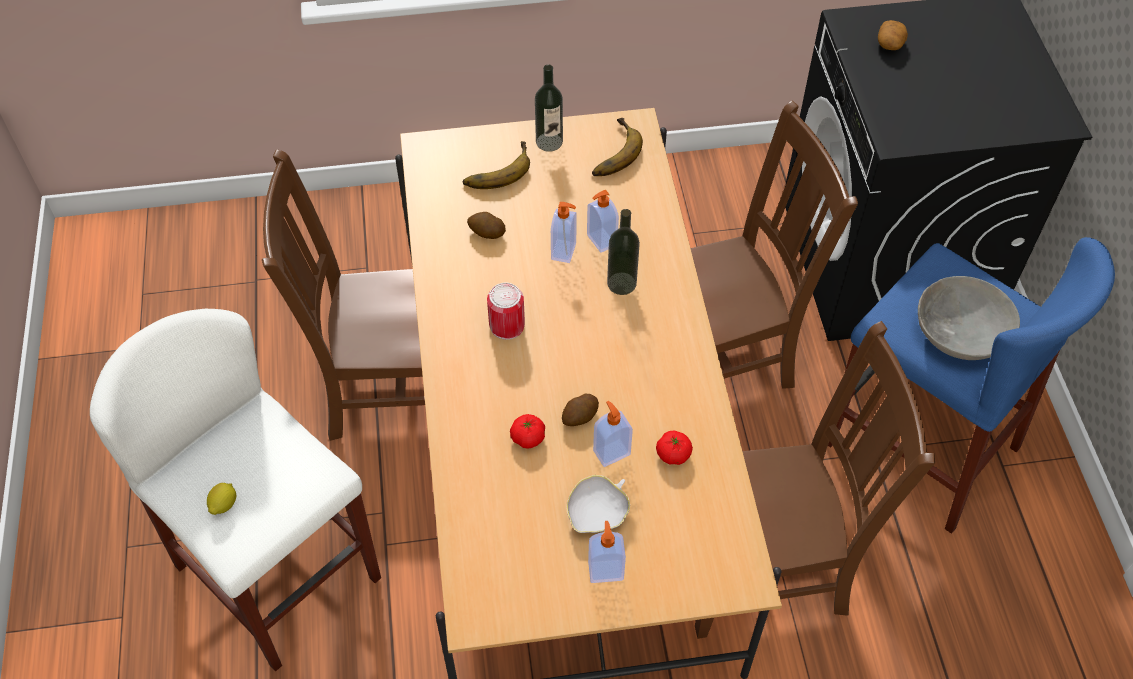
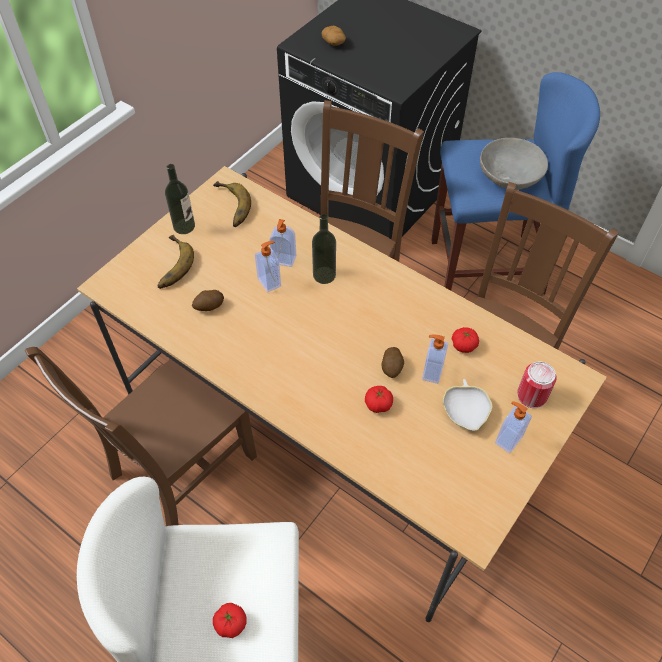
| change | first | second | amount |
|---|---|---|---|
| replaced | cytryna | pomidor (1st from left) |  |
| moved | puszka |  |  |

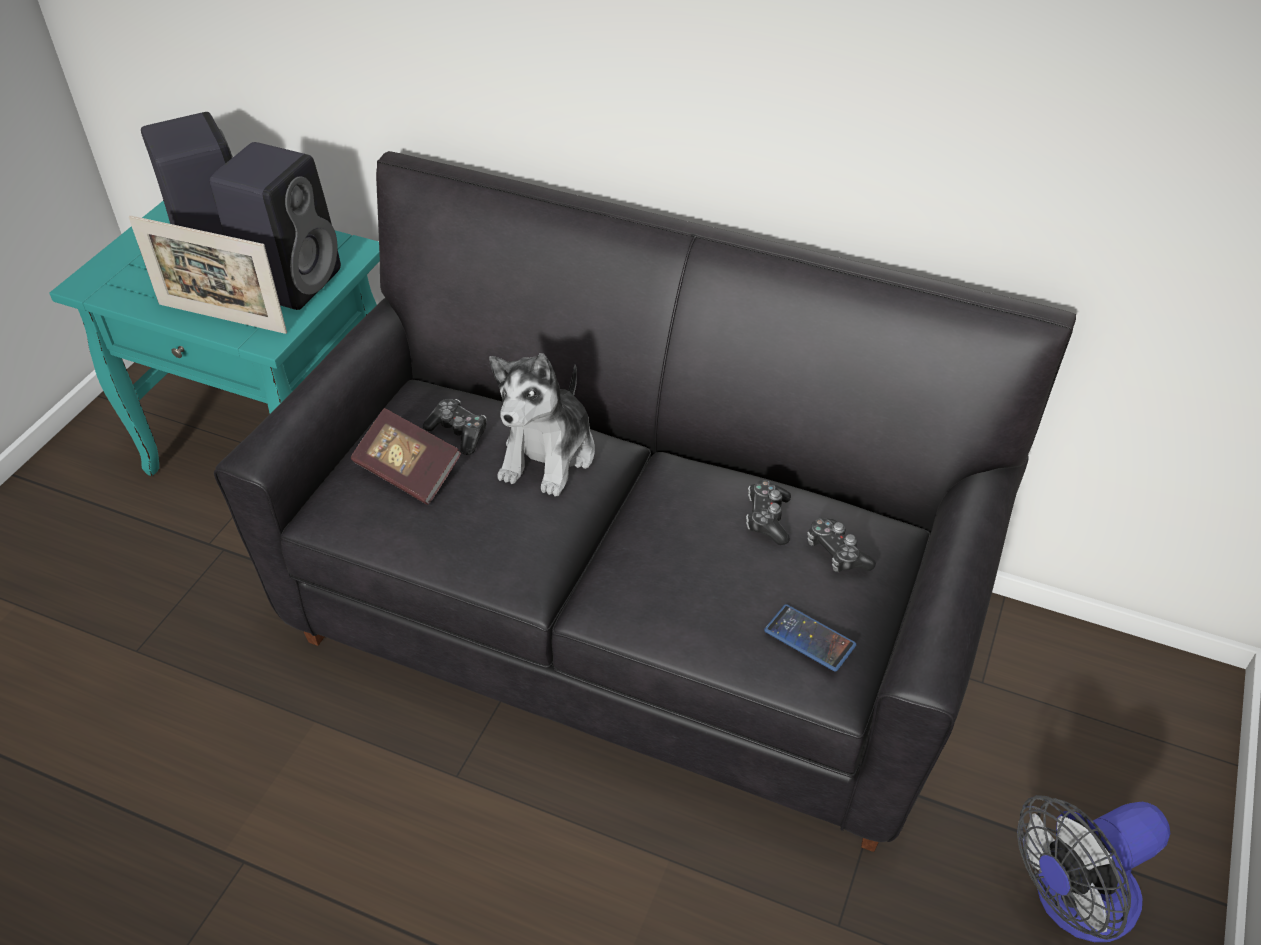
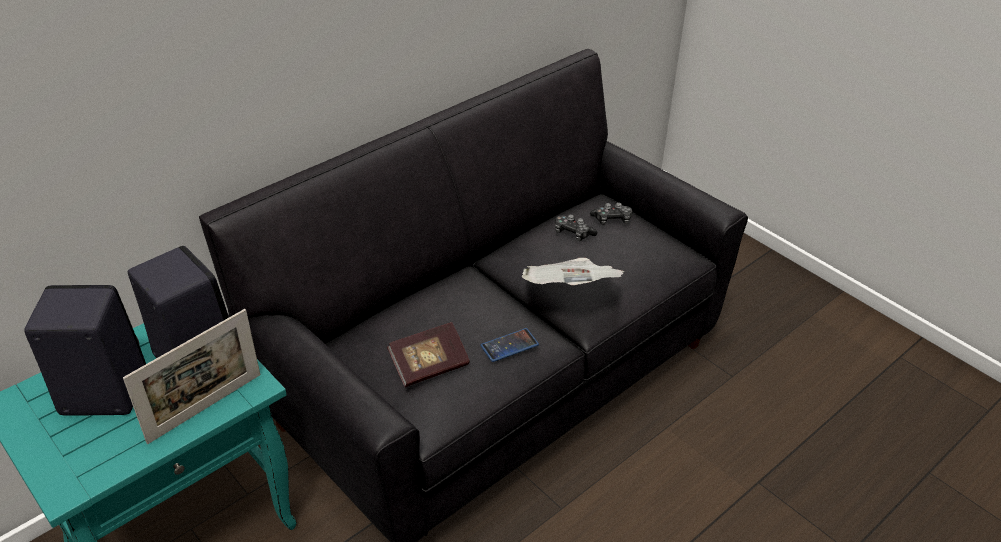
| change | first | second | amount |
|---|---|---|---|
| removed | pad do gier (1st from left) |  |  |
| removed | pluszak |  |  |
| moved | telefon |  |  |
| removed | wentylator |  |  |
| added |  | gazeta |  |

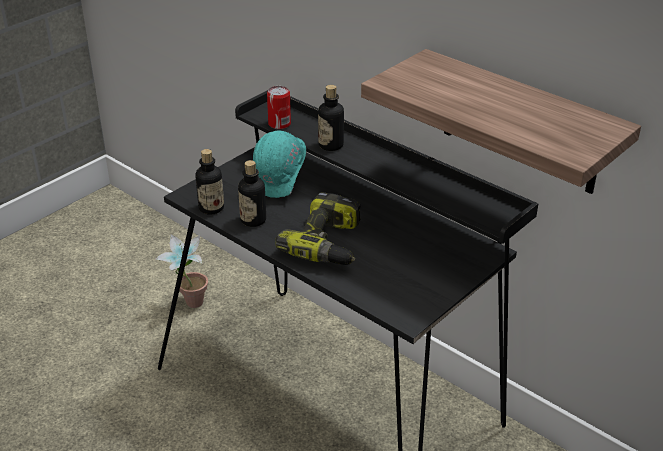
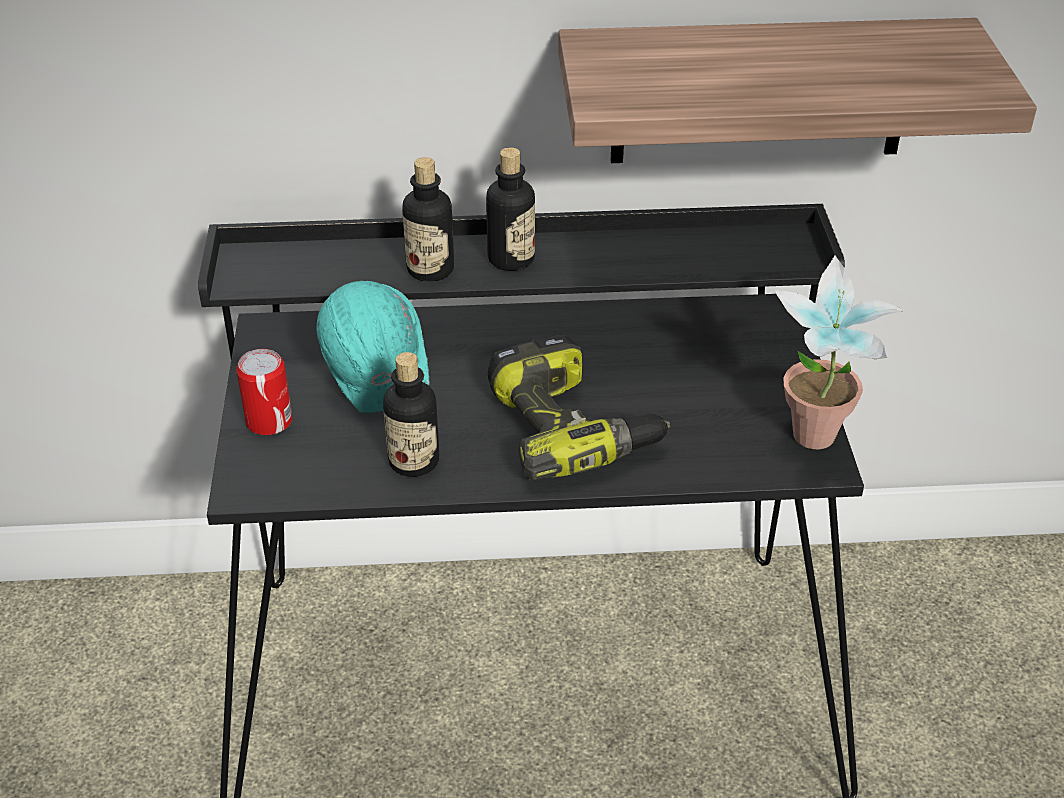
| change | first | second | amount |
|---|---|---|---|
| moved | roślina doniczkowa |  |  |
| moved | butelka (1st from left in the first image) | butelka (3rd from left) |  |
| moved | puszka |  |  |

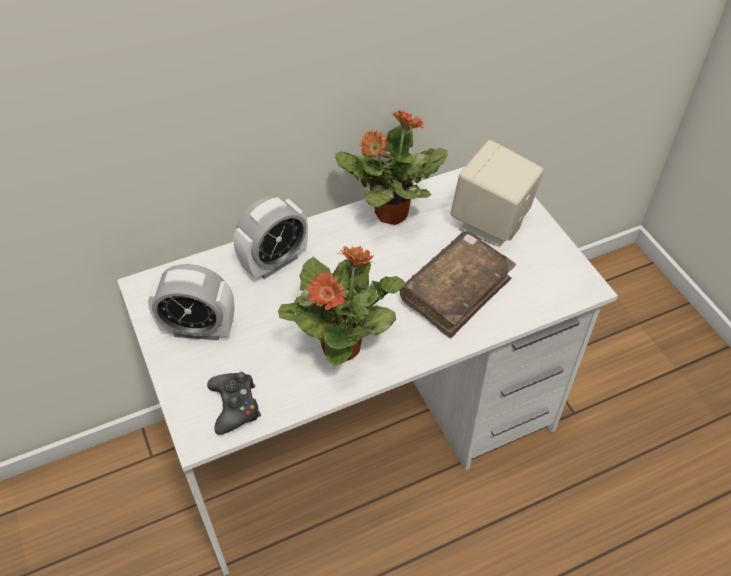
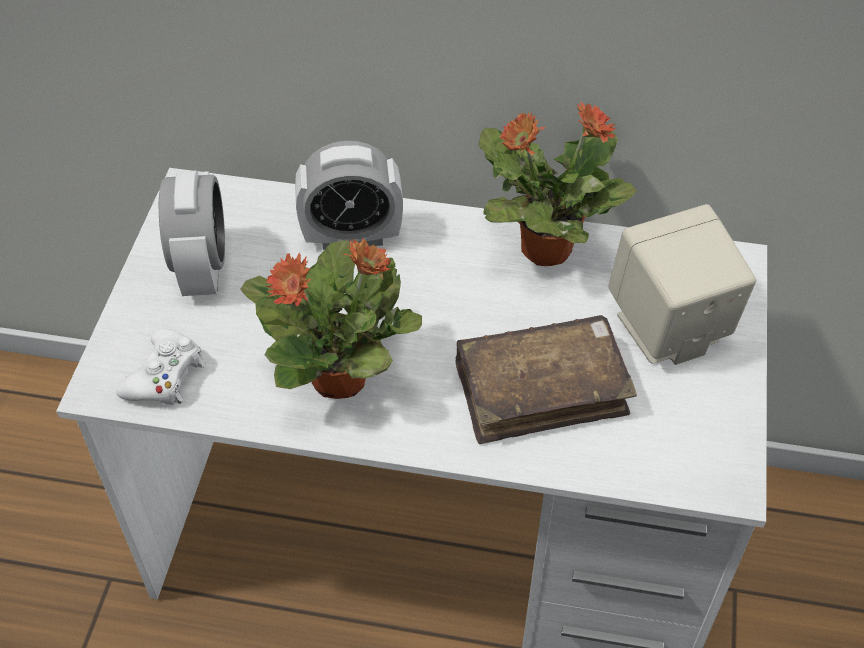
| change | first | second | amount |
|---|---|---|---|
| turned | budzik (1st from left) |  | 135 degrees counterclockwise |
| recoloured | pad do gier (czarny) | pad do gier (biały) |  |

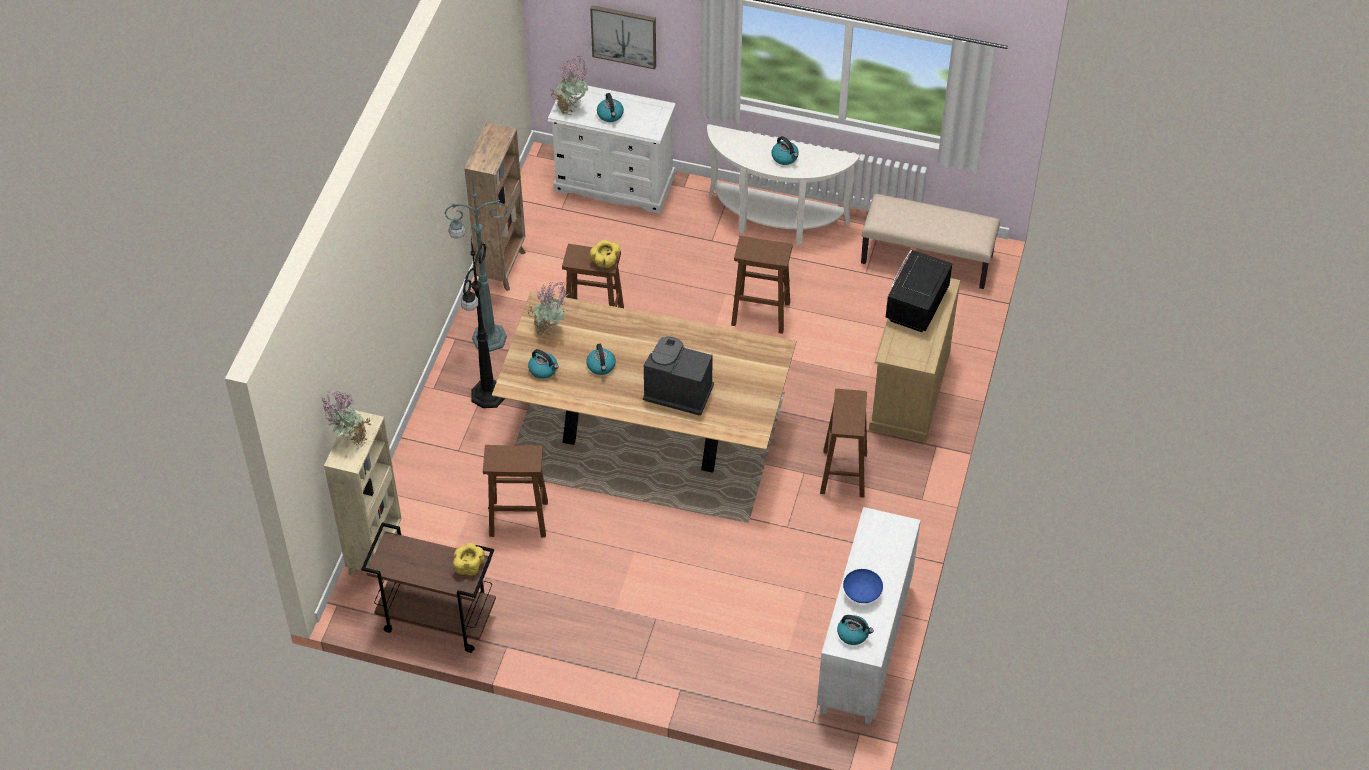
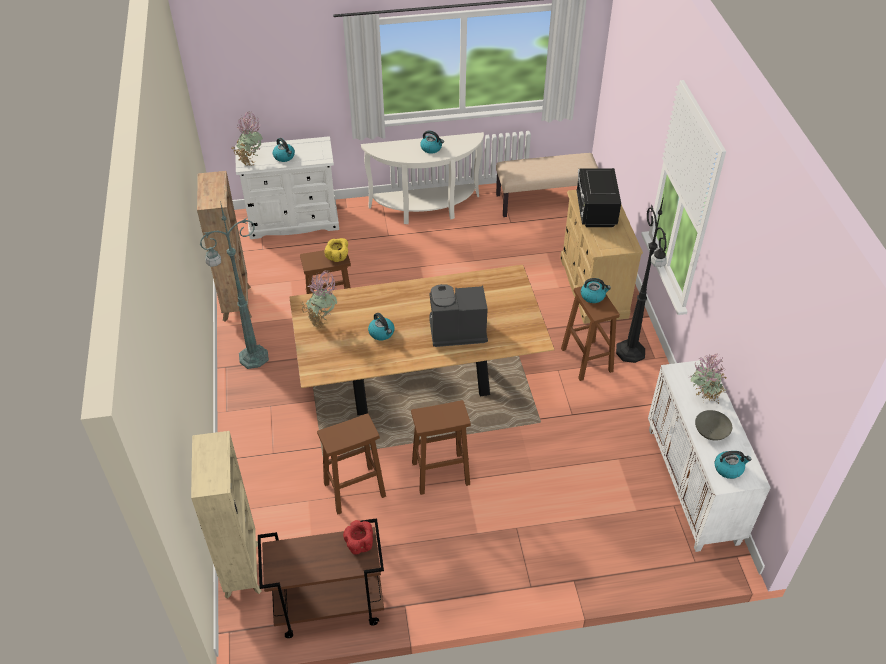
| change | first | second | amount |
|---|---|---|---|
| moved | roślina doniczkowa (1st from left in the first image) | roślina doniczkowa (3rd from left) |  |
| recoloured | miska (żółty) (1st from left) | miska (czerwony) |  |
| moved | lampa stojąca (czarny) |  |  |
| moved | czajnik (1st from left in the first image) | czajnik (4th from left) |  |
| removed | obraz |  |  |
| moved | stołek (brązowy) (3rd from left) |  |  |
| recoloured | miska (niebieski) | miska (szary) |  |

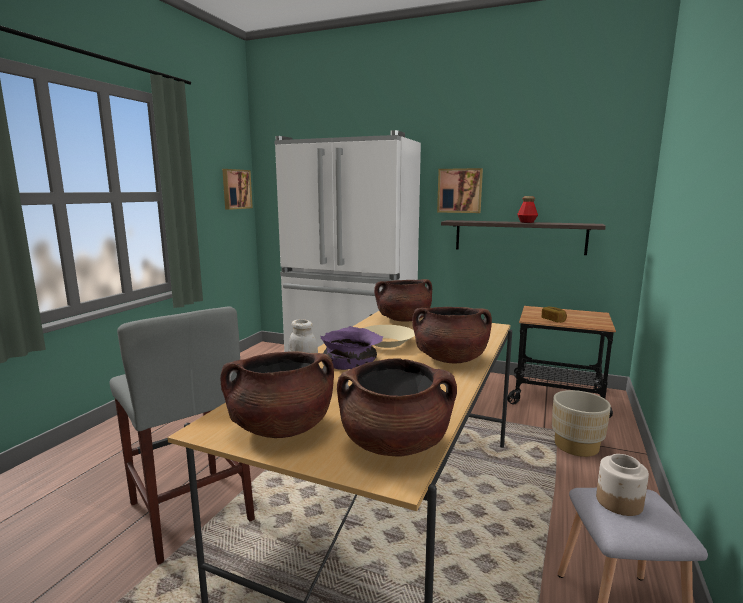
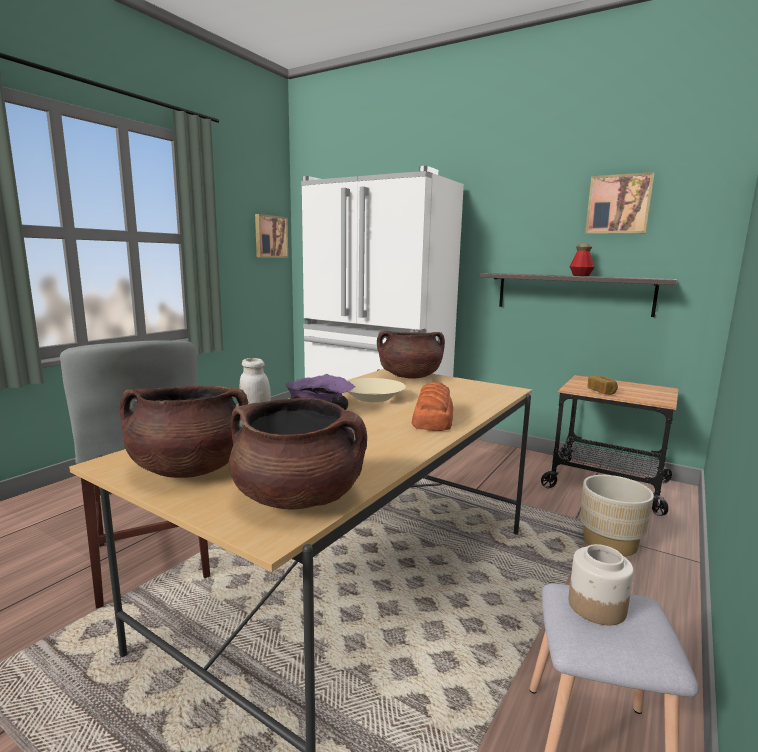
| change | first | second | amount |
|---|---|---|---|
| replaced | garnek (brązowy) (4th from left) | chleb (1st from left) |  |
| moved | obraz (2nd from left) |  |  |

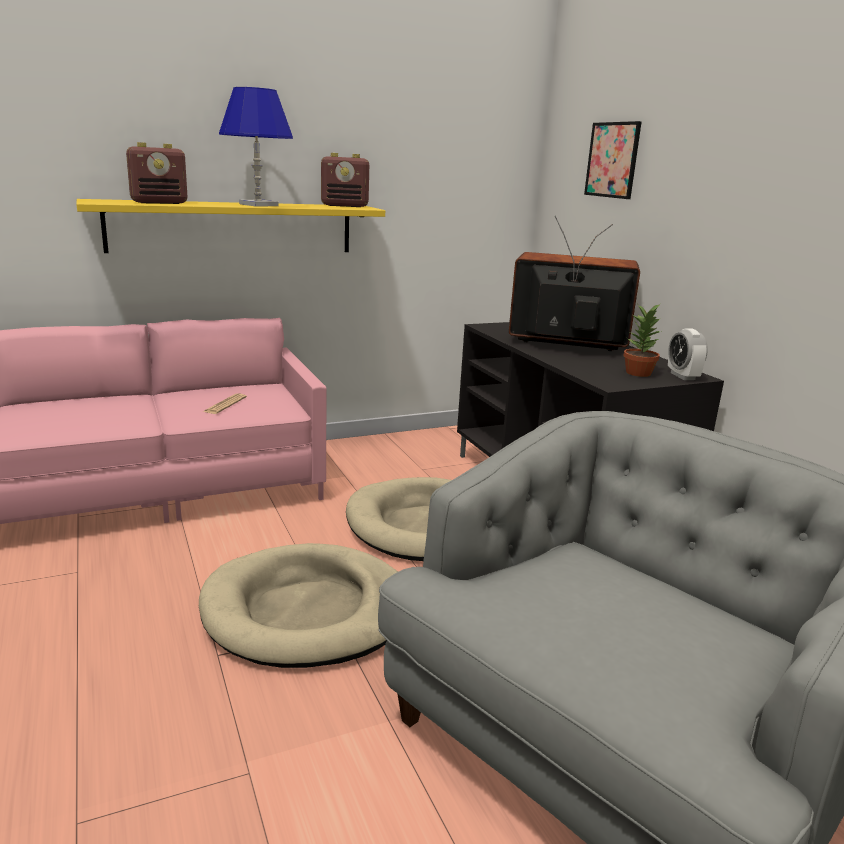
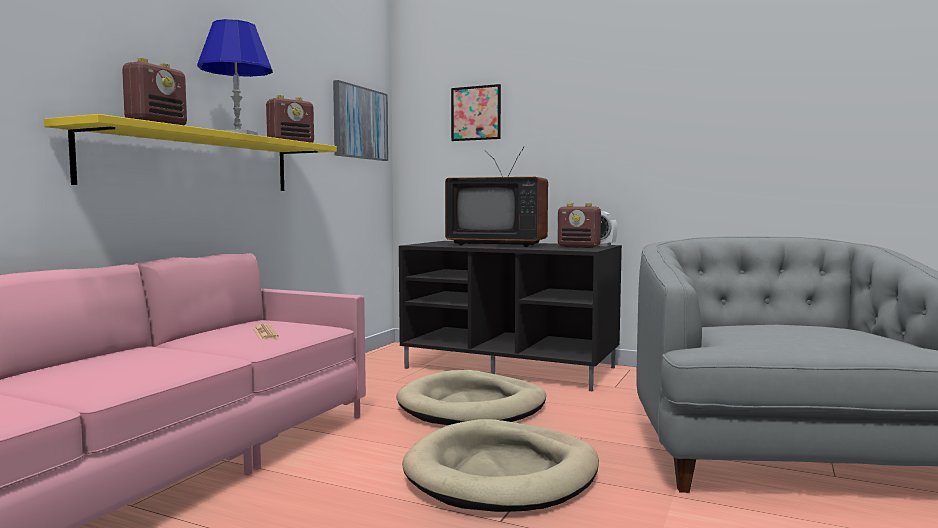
| change | first | second | amount |
|---|---|---|---|
| turned | telewizor |  | 135 degrees counterclockwise |
| replaced | roślina doniczkowa | radio (3rd from left) |  |
| added |  | obraz (1st from left) |  |

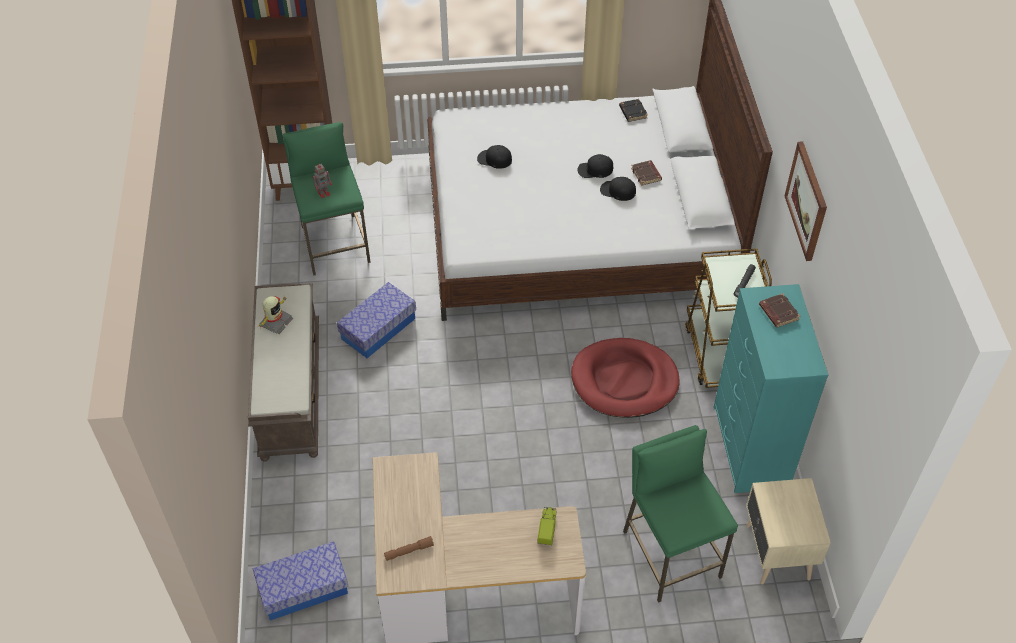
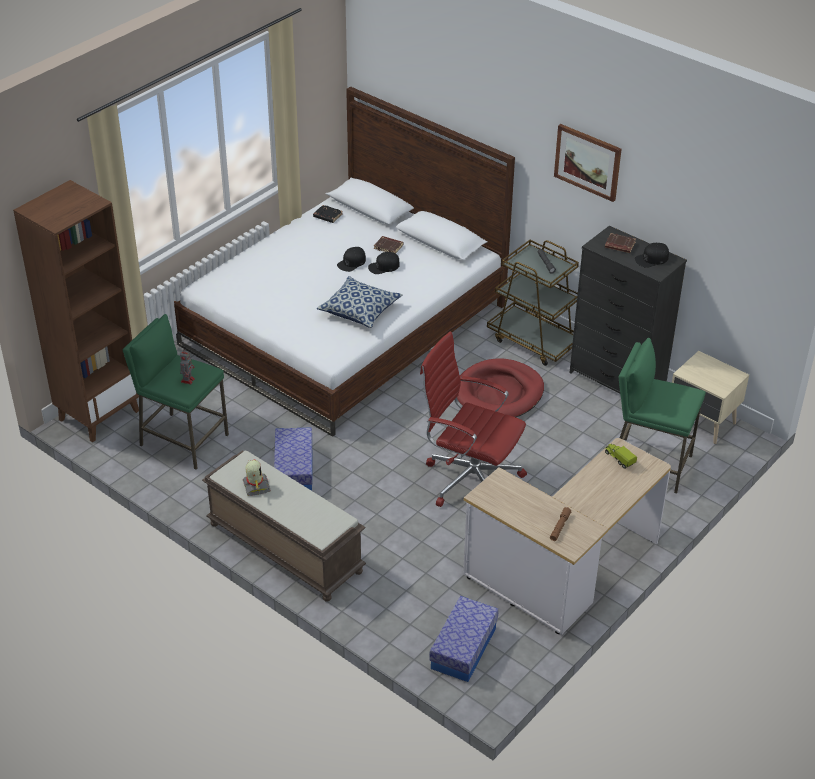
| change | first | second | amount |
|---|---|---|---|
| moved | czapka z daszkiem (czarny) (1st from left in the first image) | czapka z daszkiem (czarny) (3rd from left) |  |
| recoloured | komoda (turkusowy) | komoda (czarny) |  |
| added |  | poduszka |  |
| added |  | krzesło biurowe (czerwony) |  |

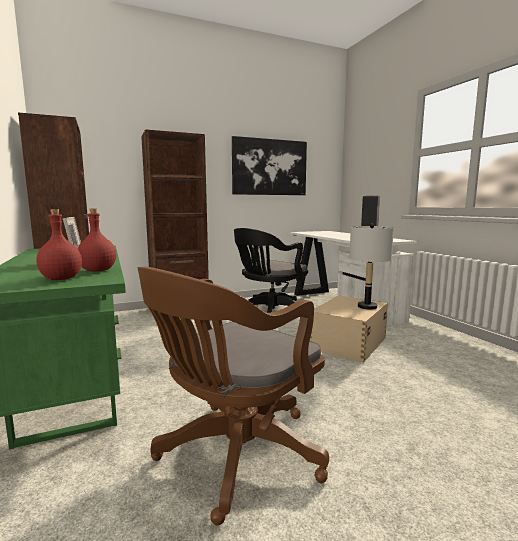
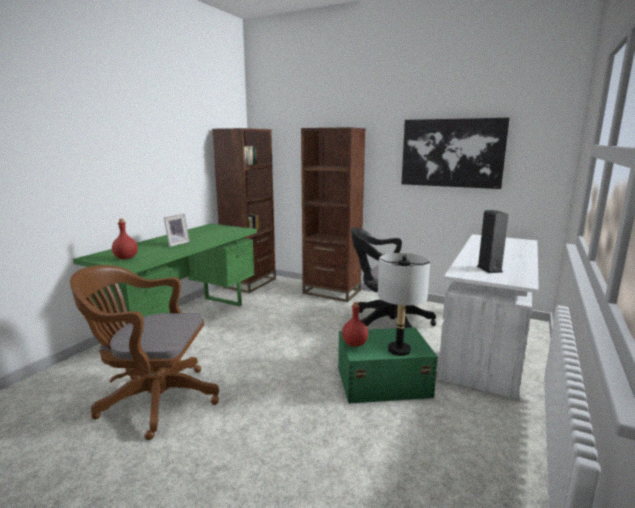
| change | first | second | amount |
|---|---|---|---|
| moved | butelka (czerwony) (2nd from left) |  |  |
| recoloured | pojemnik do przechowywania (beżowy) | pojemnik do przechowywania (zielony) |  |

